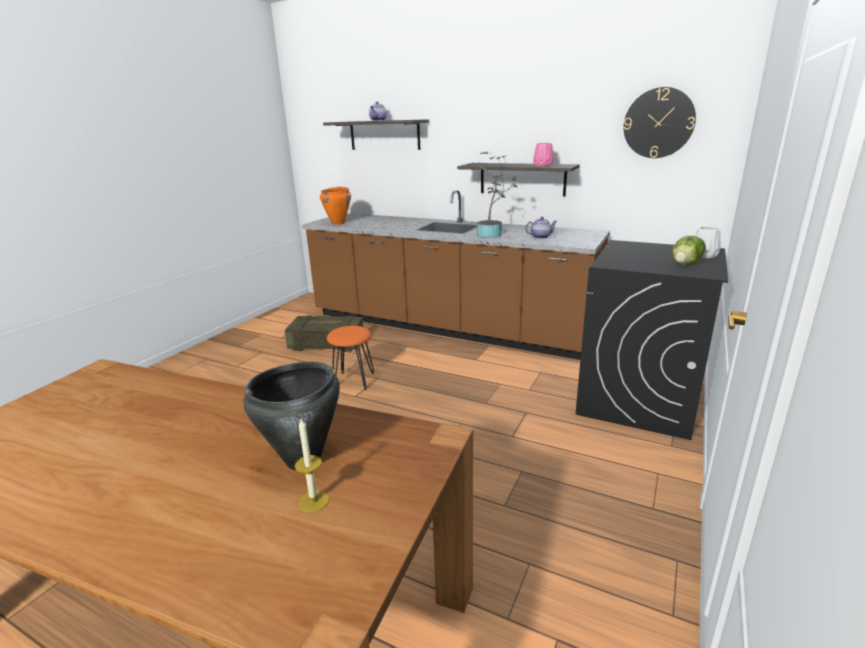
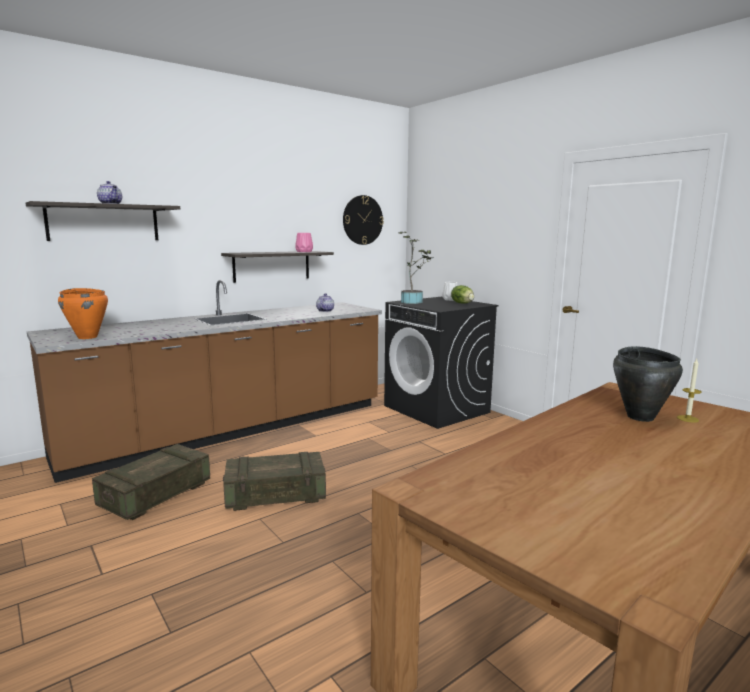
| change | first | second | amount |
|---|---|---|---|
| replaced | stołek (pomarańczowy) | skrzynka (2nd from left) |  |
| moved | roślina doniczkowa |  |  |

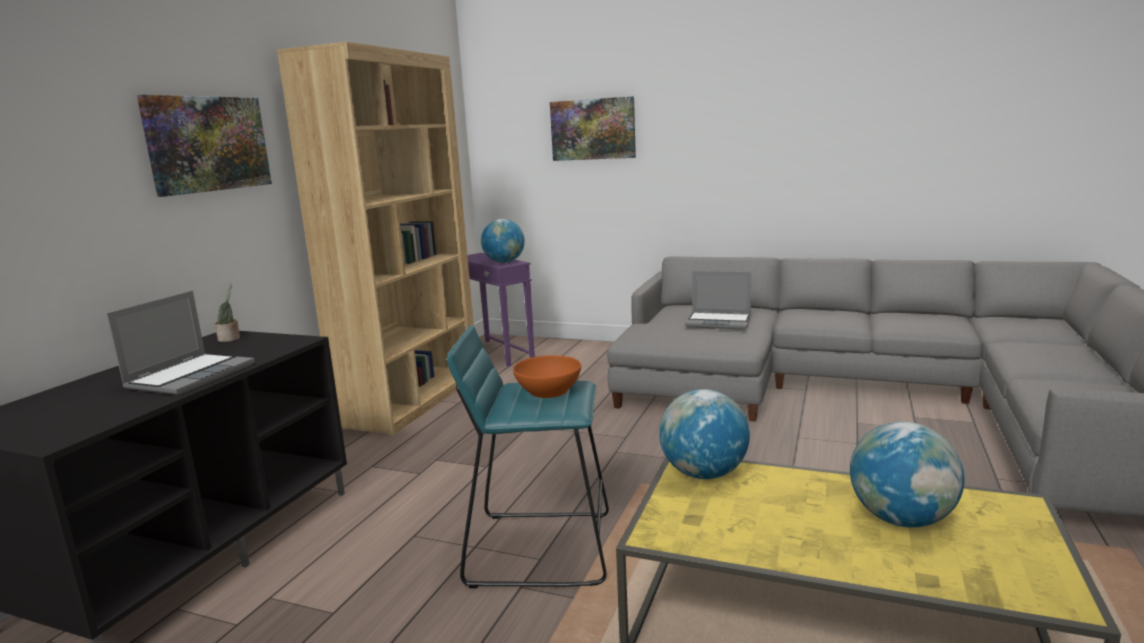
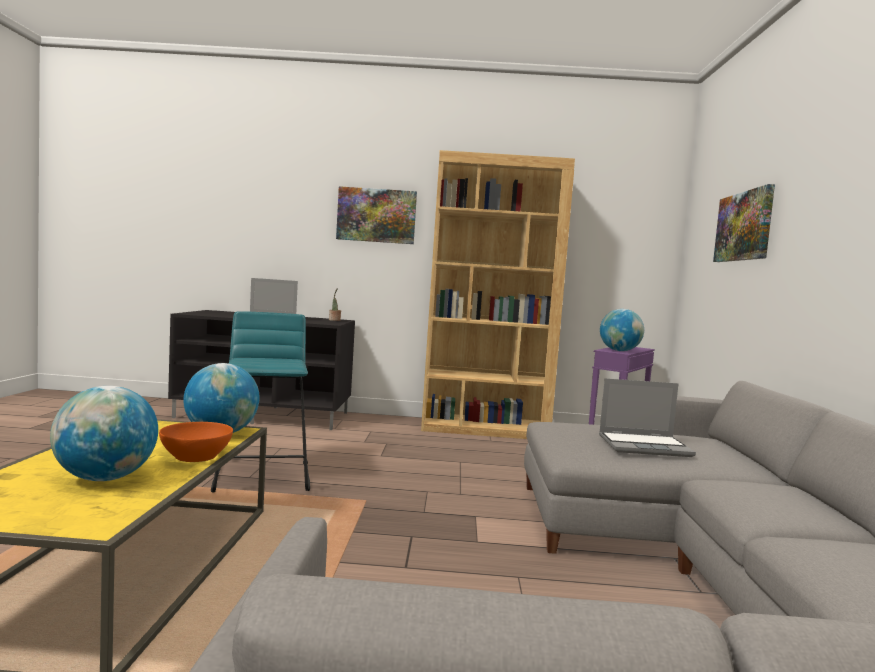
| change | first | second | amount |
|---|---|---|---|
| moved | miska (pomarańczowy) |  |  |
| turned | laptop (2nd from left) |  | 90 degrees counterclockwise |

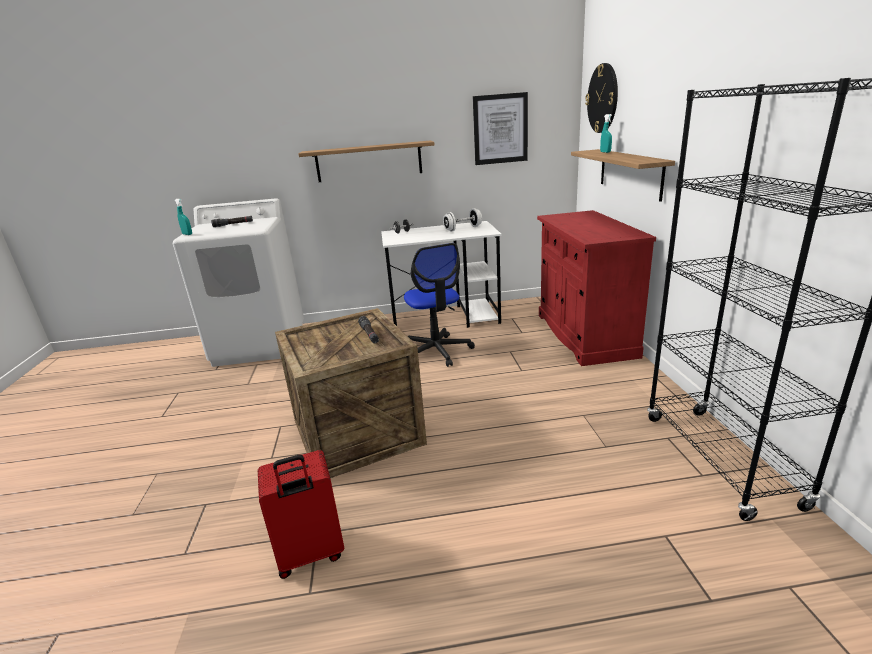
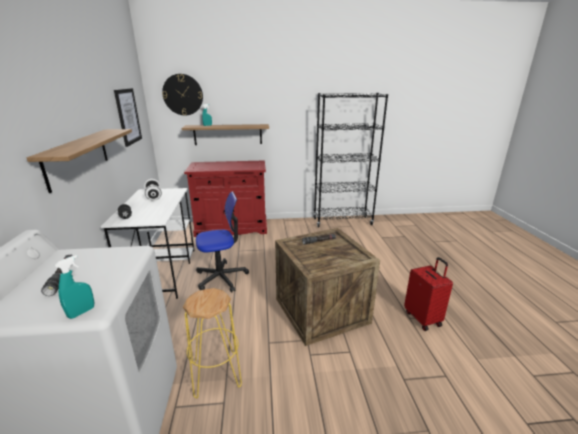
| change | first | second | amount |
|---|---|---|---|
| added |  | stołek (żółty) |  |

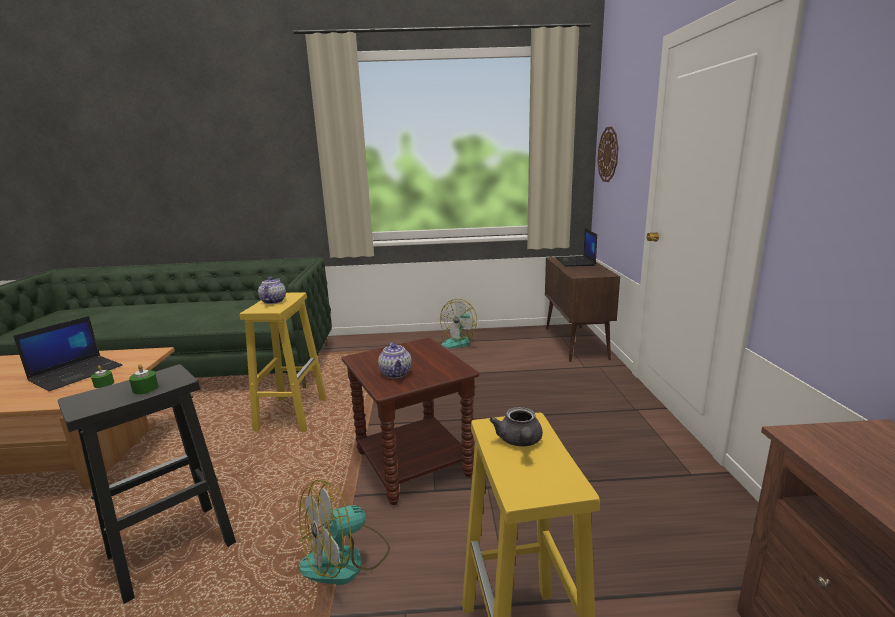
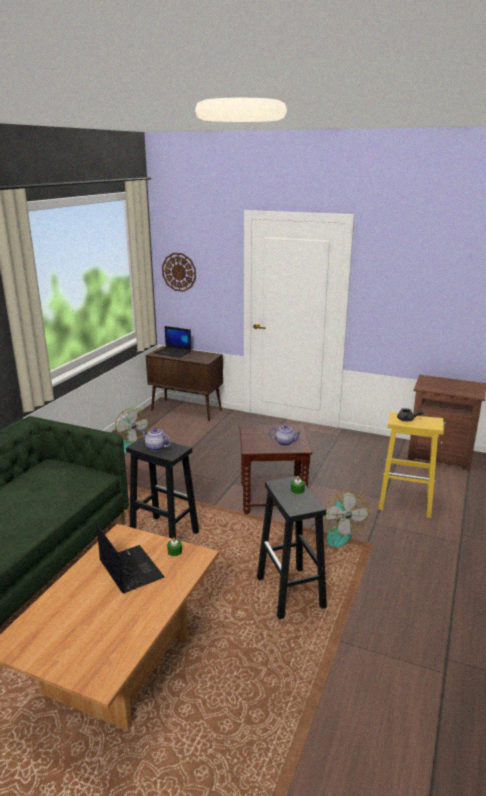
| change | first | second | amount |
|---|---|---|---|
| recoloured | stołek (żółty) (1st from left) | stołek (czarny) (1st from left) |  |

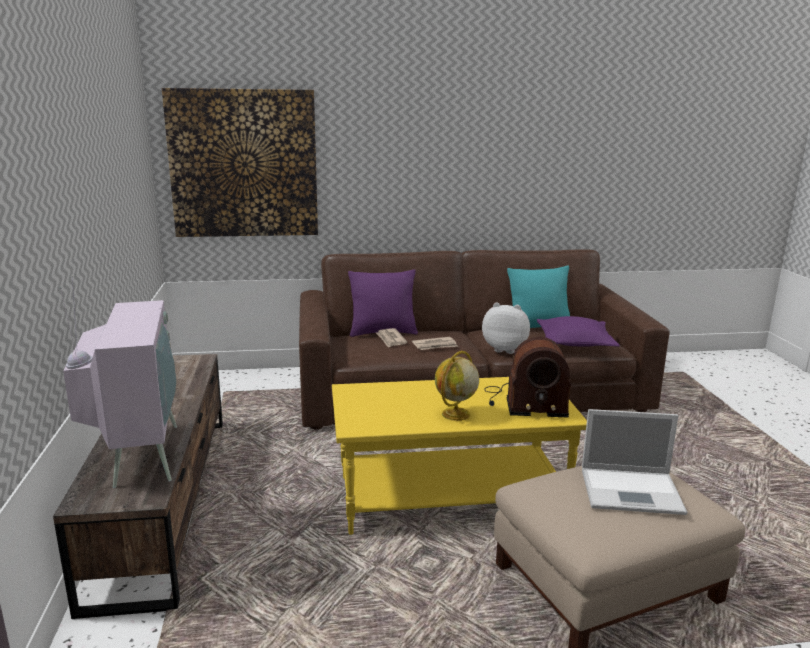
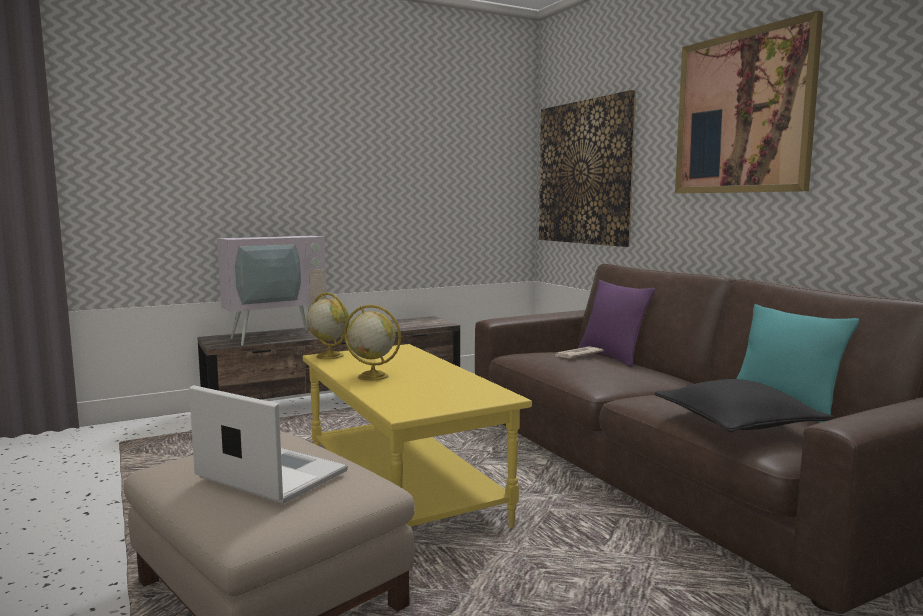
| change | first | second | amount |
|---|---|---|---|
| removed | gazeta (2nd from left) |  |  |
| removed | pluszak |  |  |
| removed | radio |  |  |
| recoloured | poduszka (fioletowy) (2nd from left) | poduszka (czarny) |  |
| turned | laptop |  | 135 degrees clockwise |
| added |  | globus (1st from left) |  |
| added |  | obraz (2nd from left) |  |

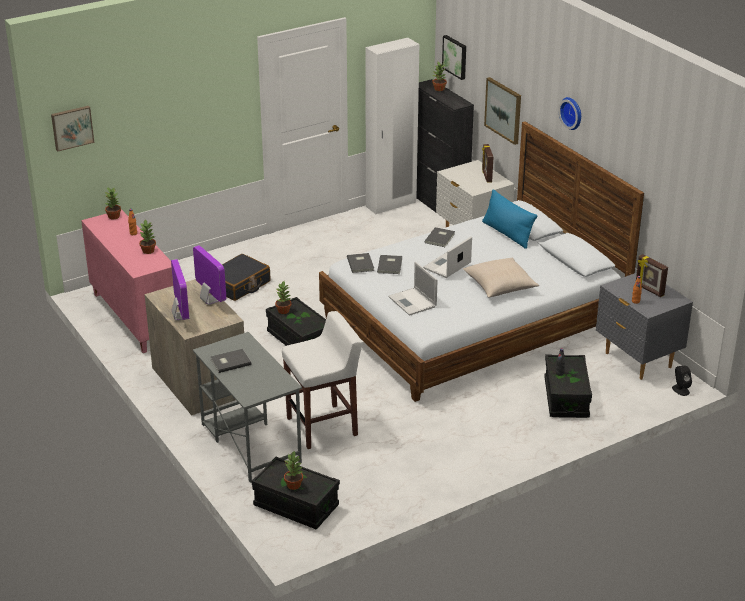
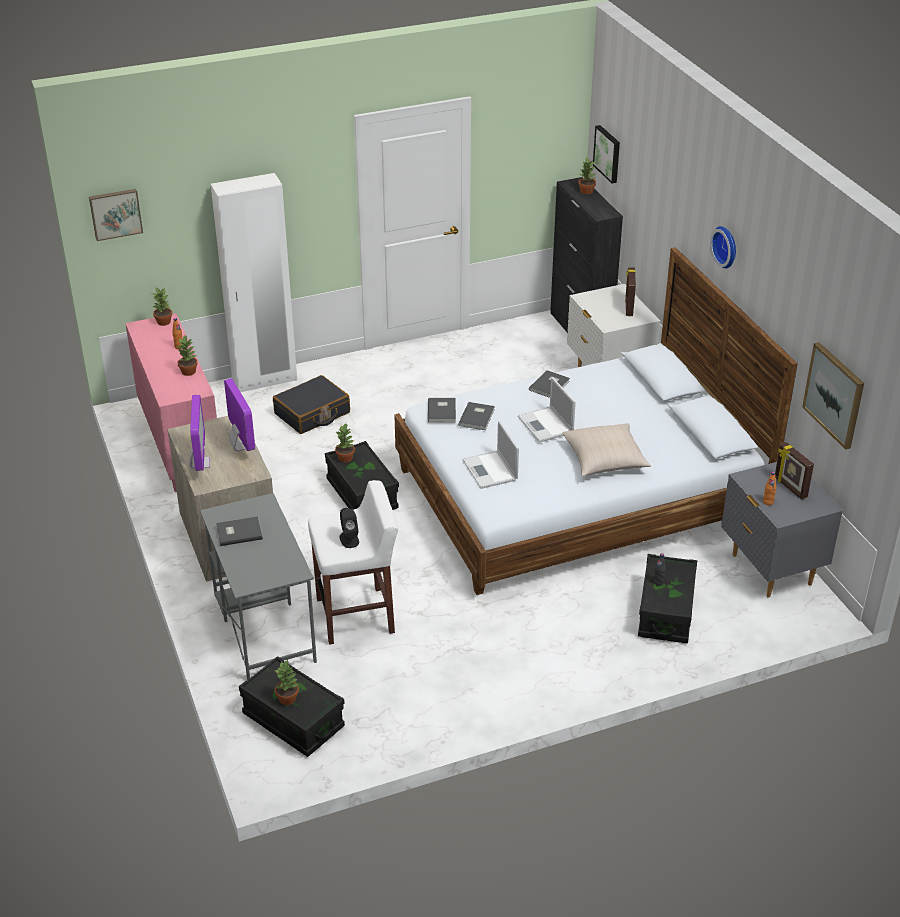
| change | first | second | amount |
|---|---|---|---|
| moved | szafa (biały) |  |  |
| turned | laptop (2nd from left) |  | 75 degrees counterclockwise |
| removed | poduszka (niebieski) |  |  |
| moved | obraz (3rd from left) |  |  |
| moved | głośnik (czarny) |  |  |

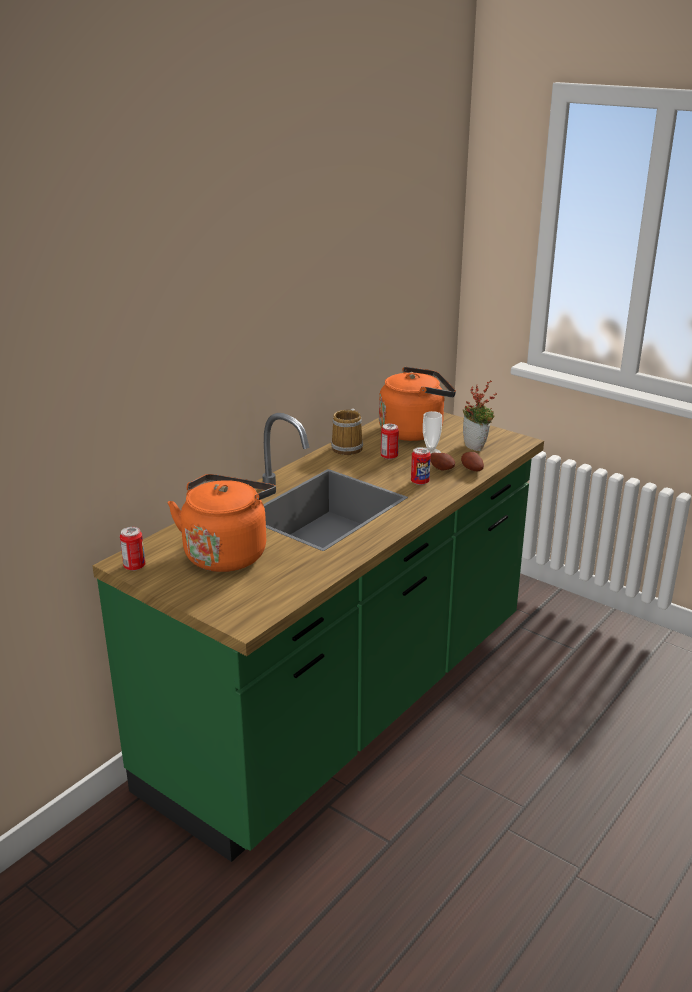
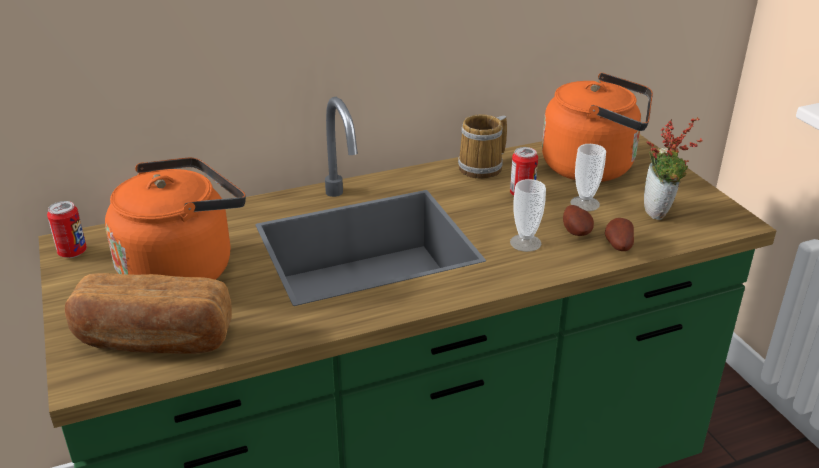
| change | first | second | amount |
|---|---|---|---|
| replaced | puszka (3rd from left) | filiżanka (1st from left) |  |
| added |  | chleb |  |

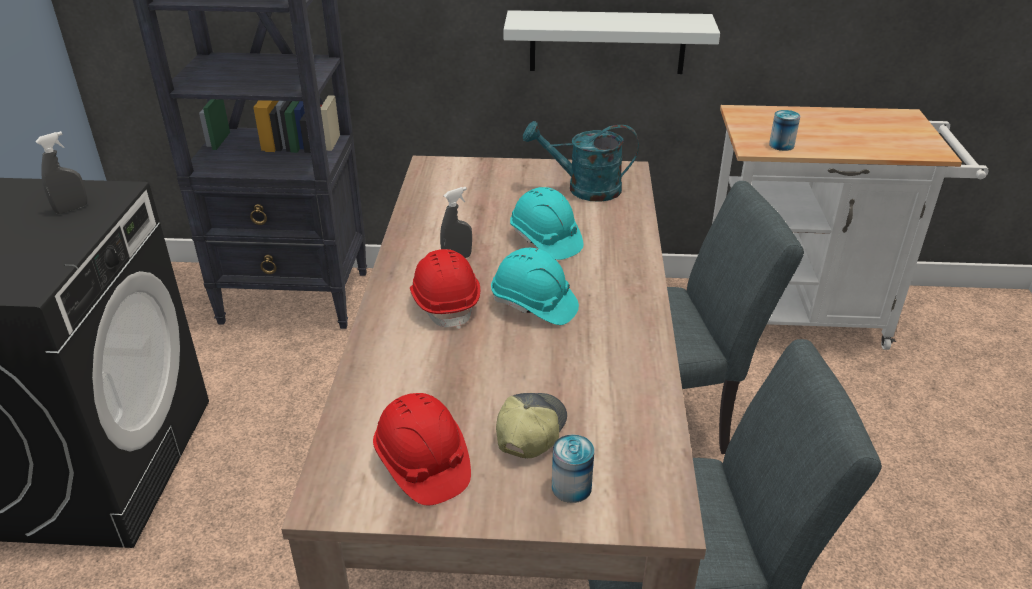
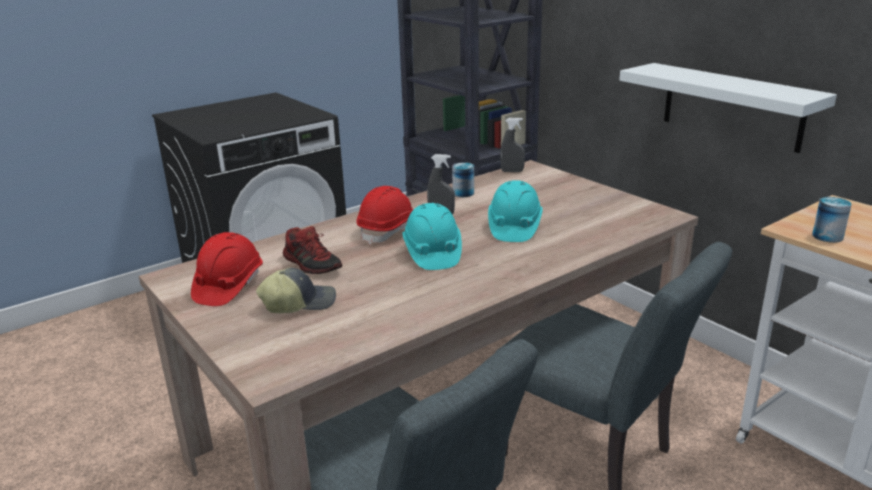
| change | first | second | amount |
|---|---|---|---|
| moved | spryskiwacz (szary) (1st from left in the first image) | spryskiwacz (szary) (2nd from left) |  |
| removed | konewka (turkusowy) |  |  |
| moved | puszka (1st from left) |  |  |
| added |  | but |  |

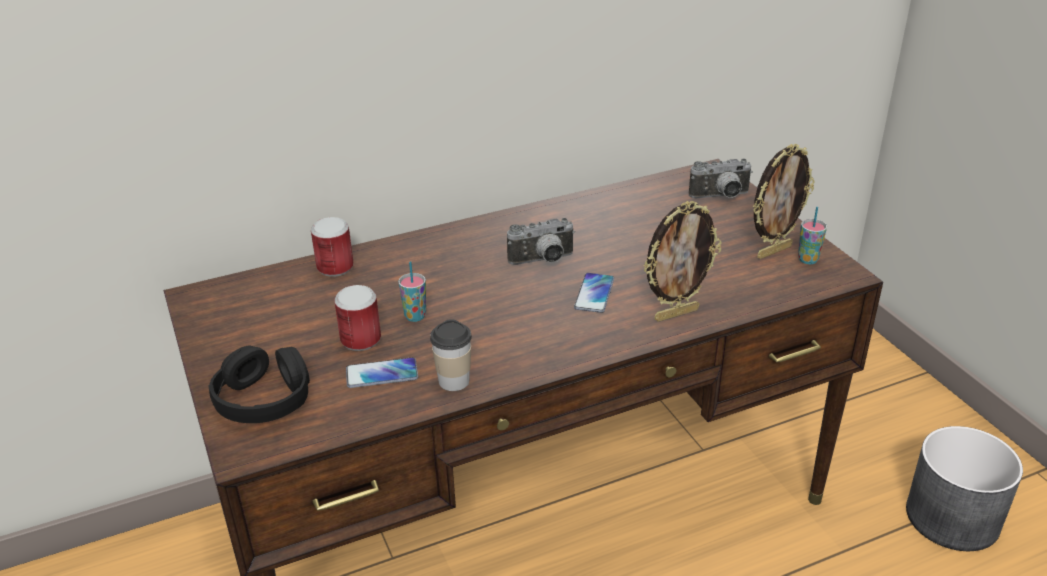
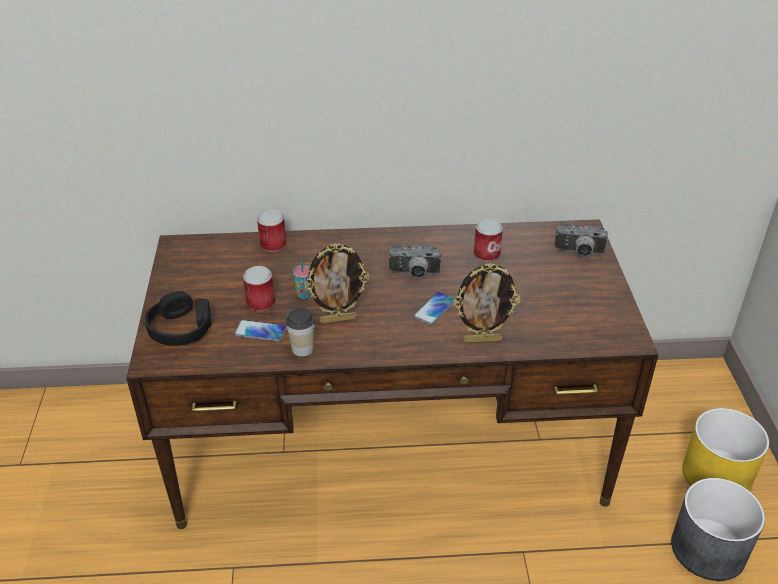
| change | first | second | amount |
|---|---|---|---|
| moved | ramka na zdjęcie (2nd from left in the first image) | ramka na zdjęcie (1st from left) |  |
| removed | filiżanka (3rd from left) |  |  |
| added |  | puszka (3rd from left) |  |
| added |  | donica (żółty) |  |

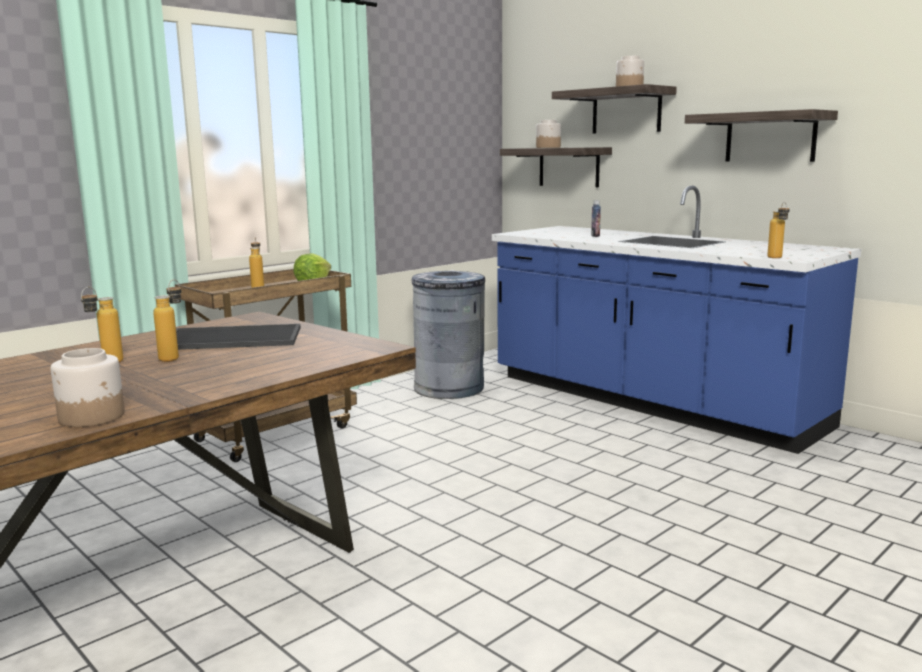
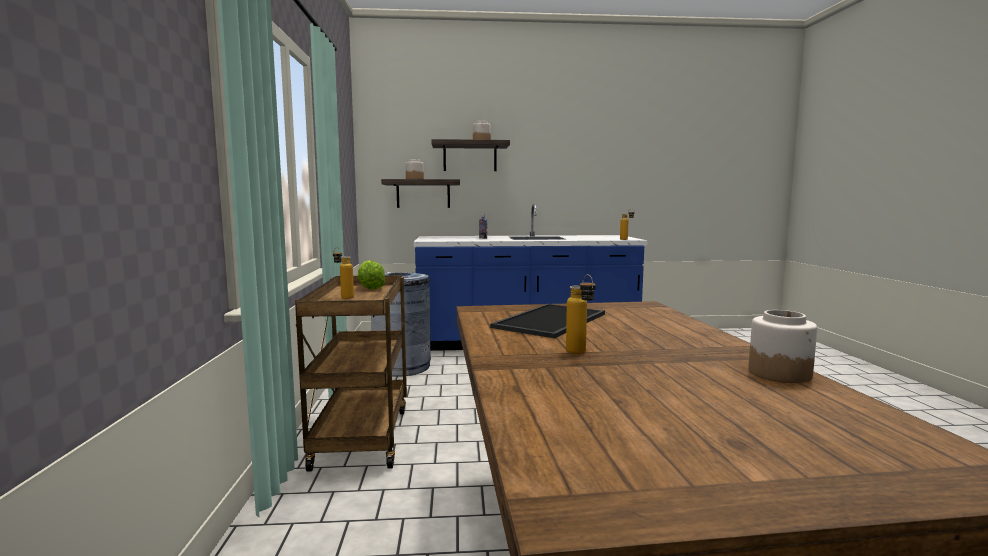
| change | first | second | amount |
|---|---|---|---|
| removed | butelka (2nd from left) |  |  |
| removed | półka (3rd from left) |  |  |

